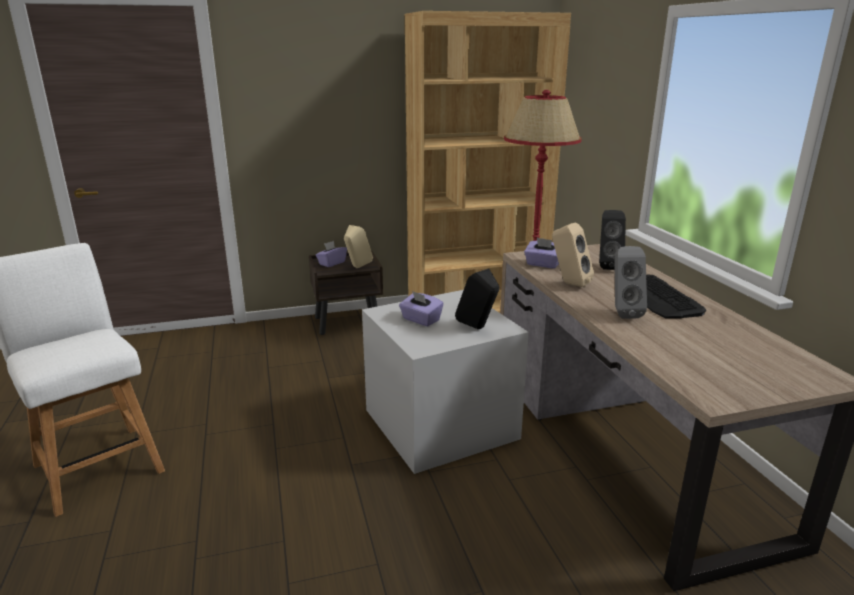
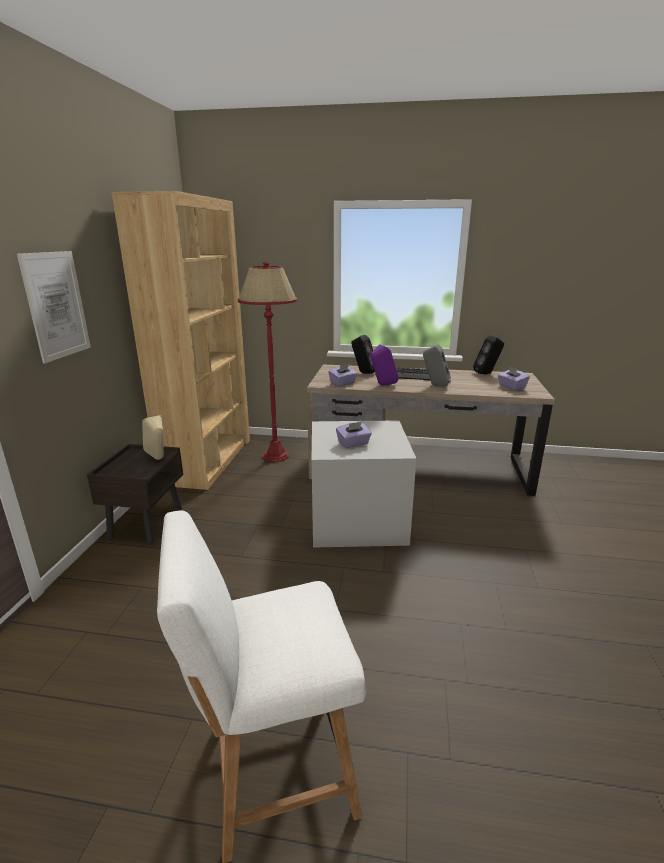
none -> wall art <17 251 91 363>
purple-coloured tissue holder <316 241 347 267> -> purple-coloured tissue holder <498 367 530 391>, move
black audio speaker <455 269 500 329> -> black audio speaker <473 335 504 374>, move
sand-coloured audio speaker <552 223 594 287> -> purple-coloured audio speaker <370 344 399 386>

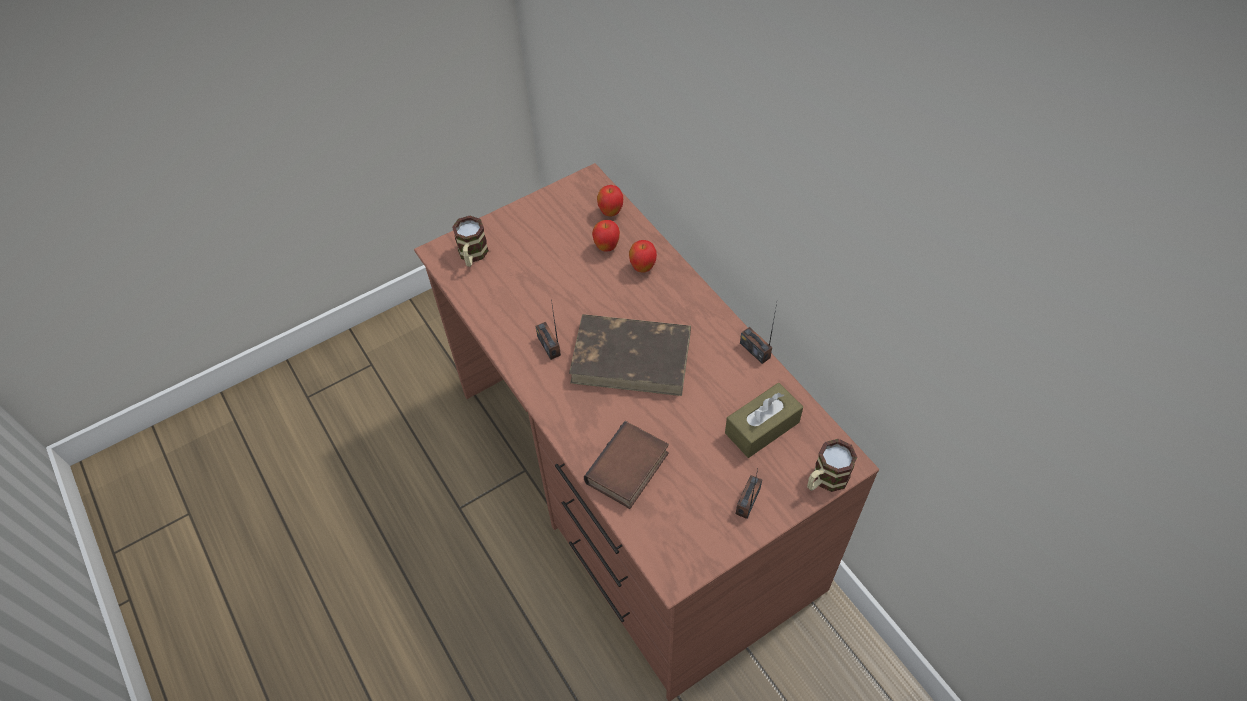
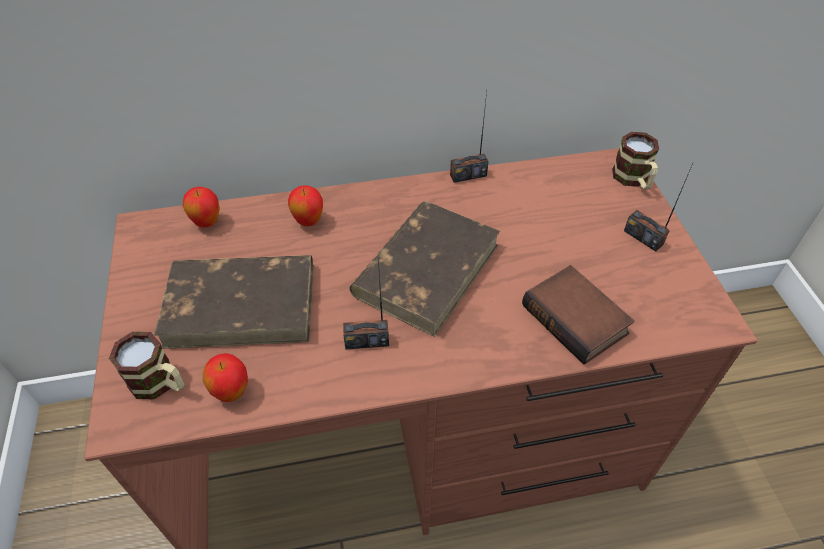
brownish tissue holder <725 383 803 458> -> none
none -> brownish bound book <154 255 313 349>
whole apple <592 220 620 252> -> whole apple <203 353 248 402>, move

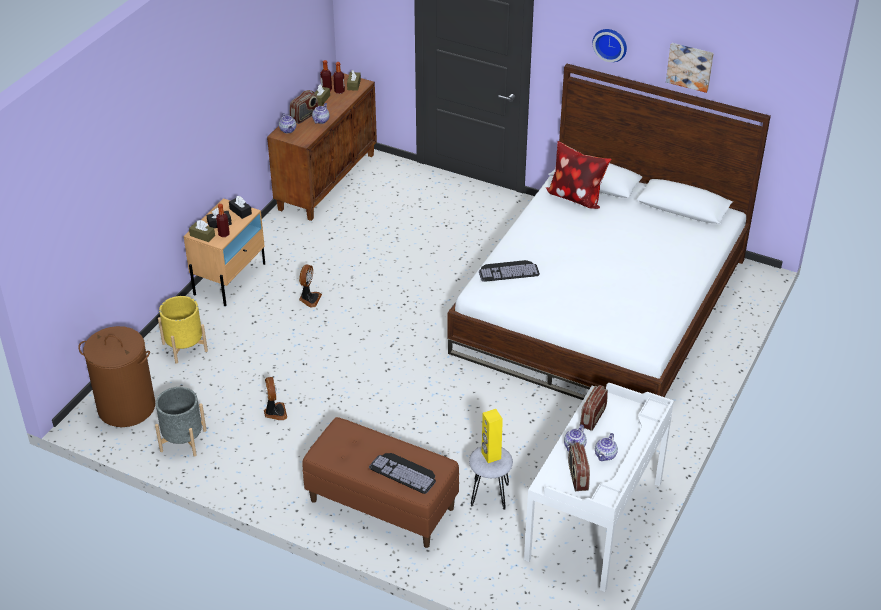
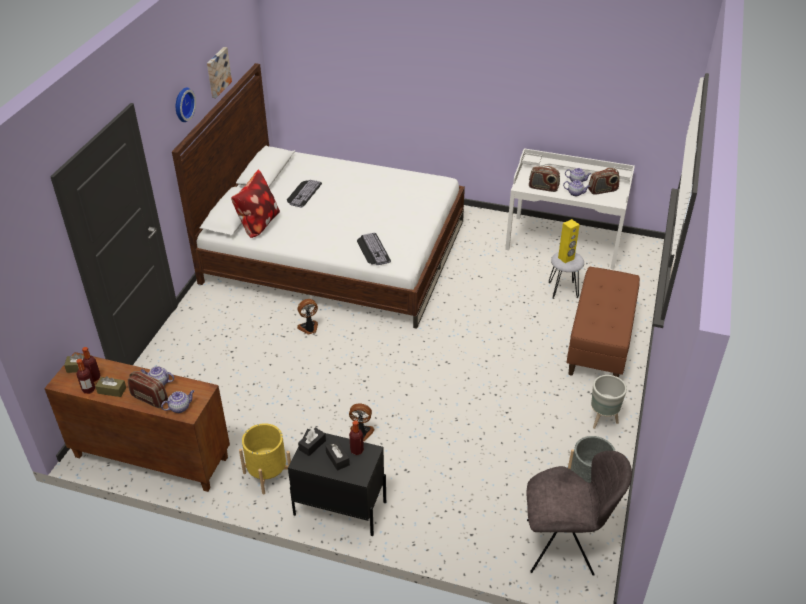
brownish tissue holder <189 220 215 242> -> none
none -> grey plant pot <591 375 627 429>
yellow plant pot <158 296 208 364> -> yellow plant pot <239 423 291 494>, move
electric fan <264 377 287 420> -> electric fan <297 299 318 335>, move
computer keyboard <369 453 436 494> -> computer keyboard <287 180 322 208>, move
brownish washing basket <78 326 155 427> -> grey upright chair <527 451 632 576>
sand-coloured night table <184 198 265 306> -> black night table <288 429 386 536>

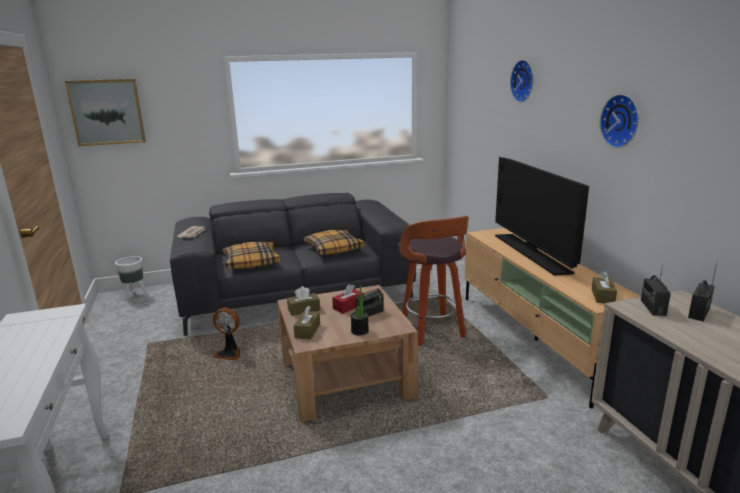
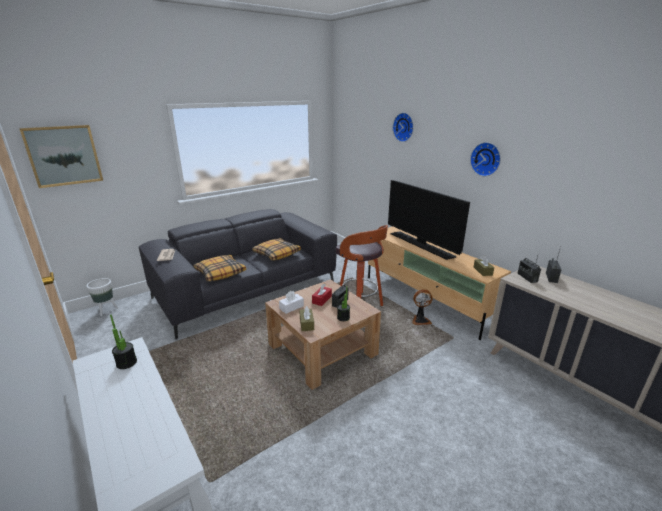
none -> potted plant <110 315 137 369>
electric fan <213 308 241 360> -> electric fan <412 289 432 325>, move
brownish tissue holder <287 286 320 316> -> white tissue holder <279 291 304 314>

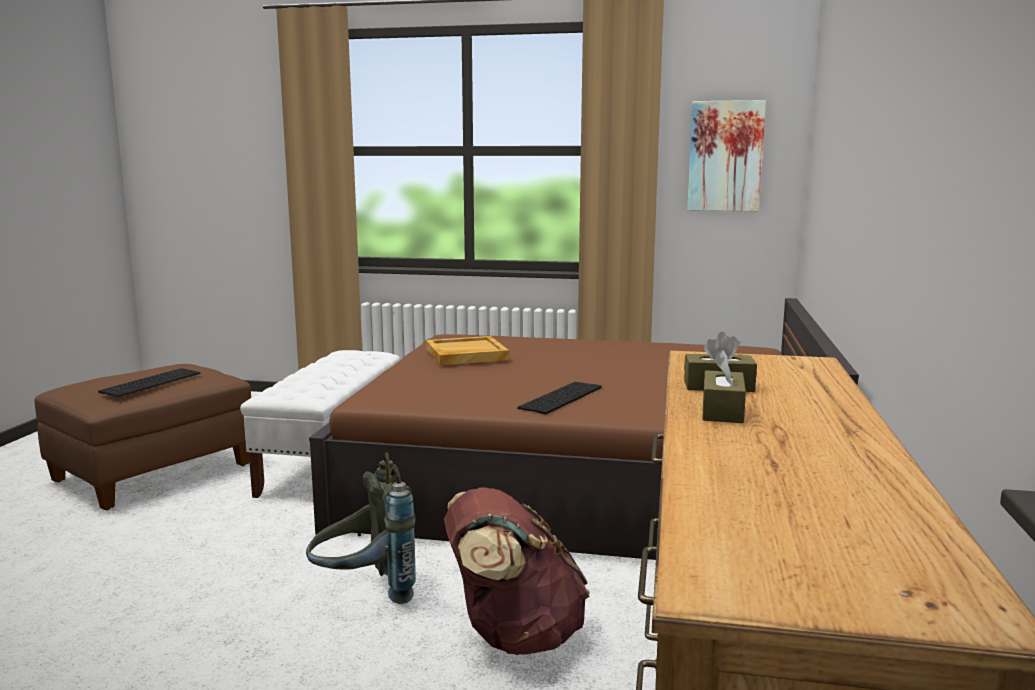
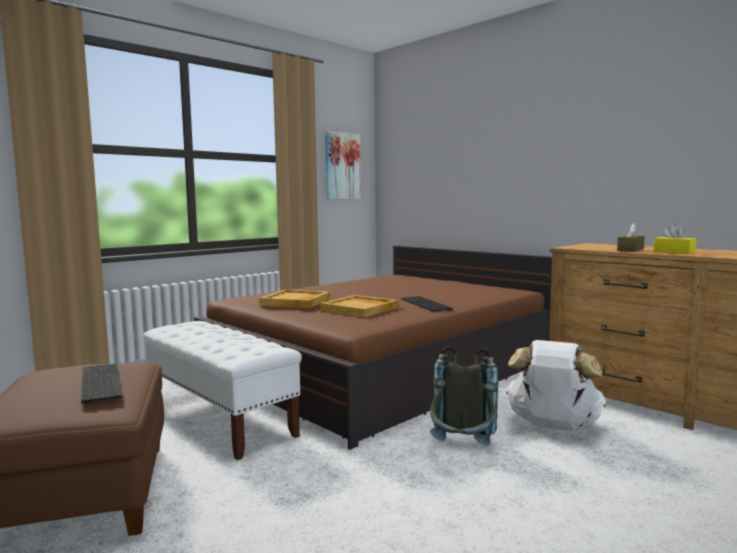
none -> sand-coloured serving tray <320 295 398 318>
brownish backpack <444 488 590 655> -> white backpack <506 340 606 430>
brownish tissue holder <702 350 746 423> -> yellow tissue holder <653 224 696 254>

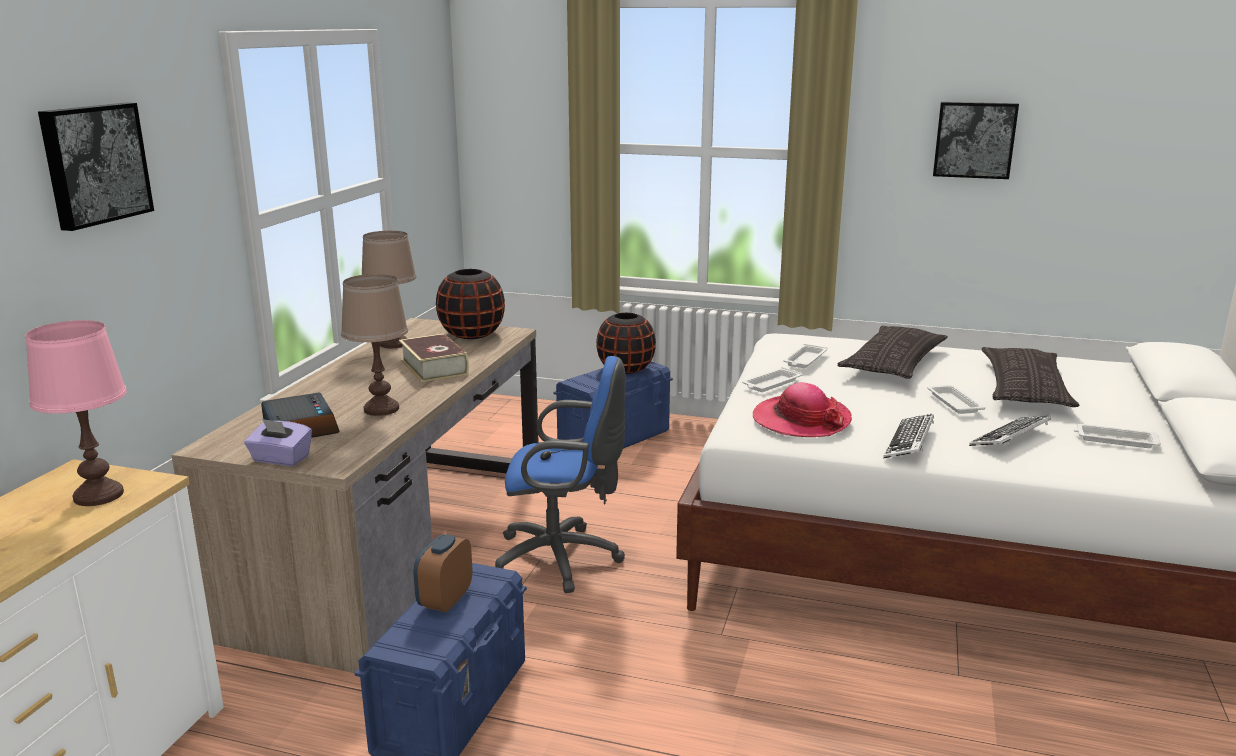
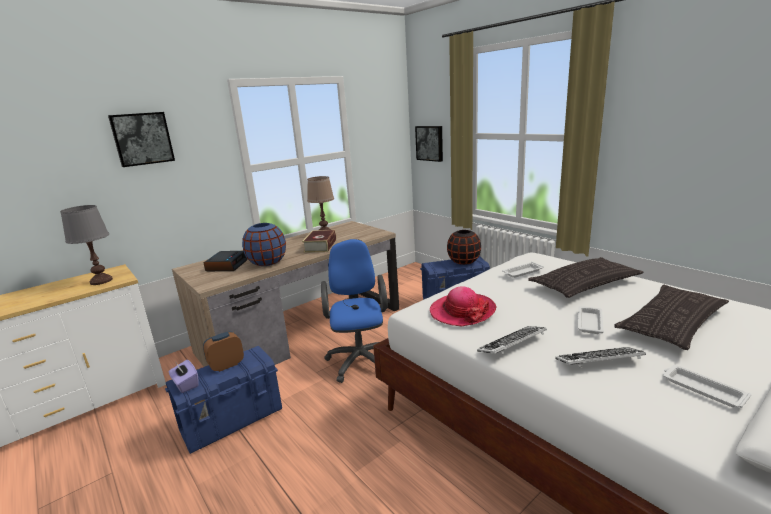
black decorative vase <436 269 505 339> -> none
white serving tray <742 367 803 392> -> none
purple-coloured tissue holder <244 419 312 466> -> purple-coloured tissue holder <168 360 199 393>, move
wall art <933 102 1019 179> -> wall art <415 126 443 162>, move
brownish lamp for a table <341 274 408 416> -> bluish decorative vase <242 223 286 266>
pink lamp for a table <25 320 127 506> -> grey lamp for a table <60 205 113 285>
bluish desk chair <495 356 626 593> -> bluish desk chair <321 239 388 383>, 135 degrees counterclockwise

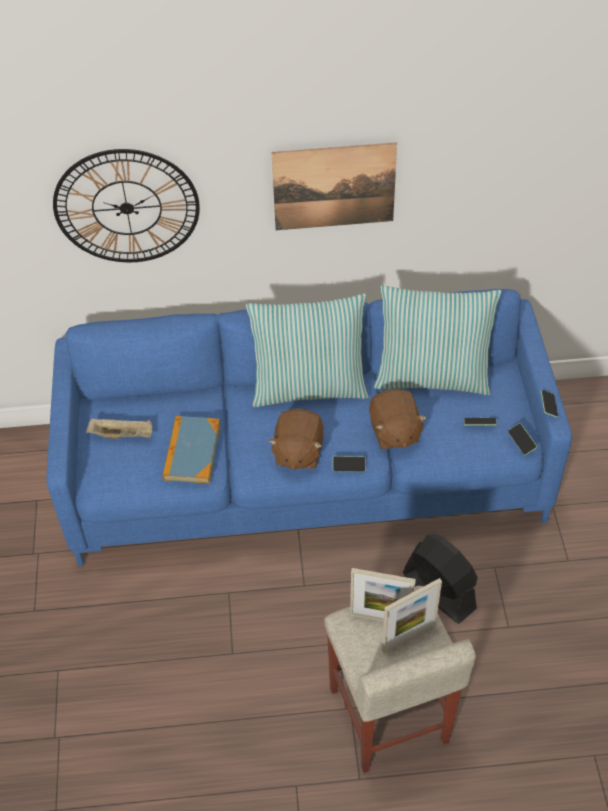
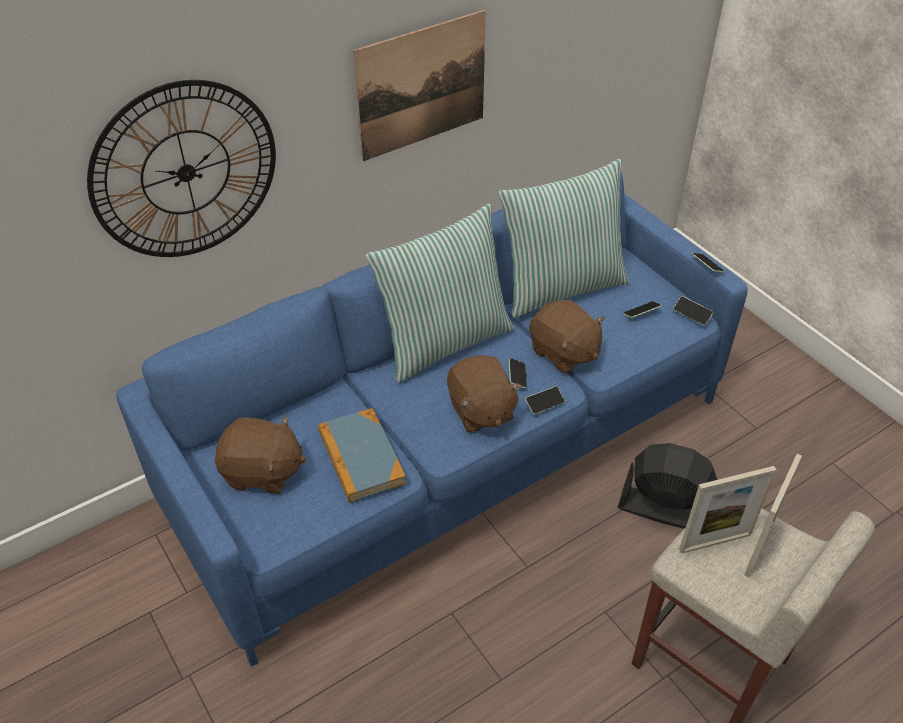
none -> telephone <509 358 527 389>
sand-coloured serving tray <86 418 152 439> -> brownish soft toy <215 416 306 494>

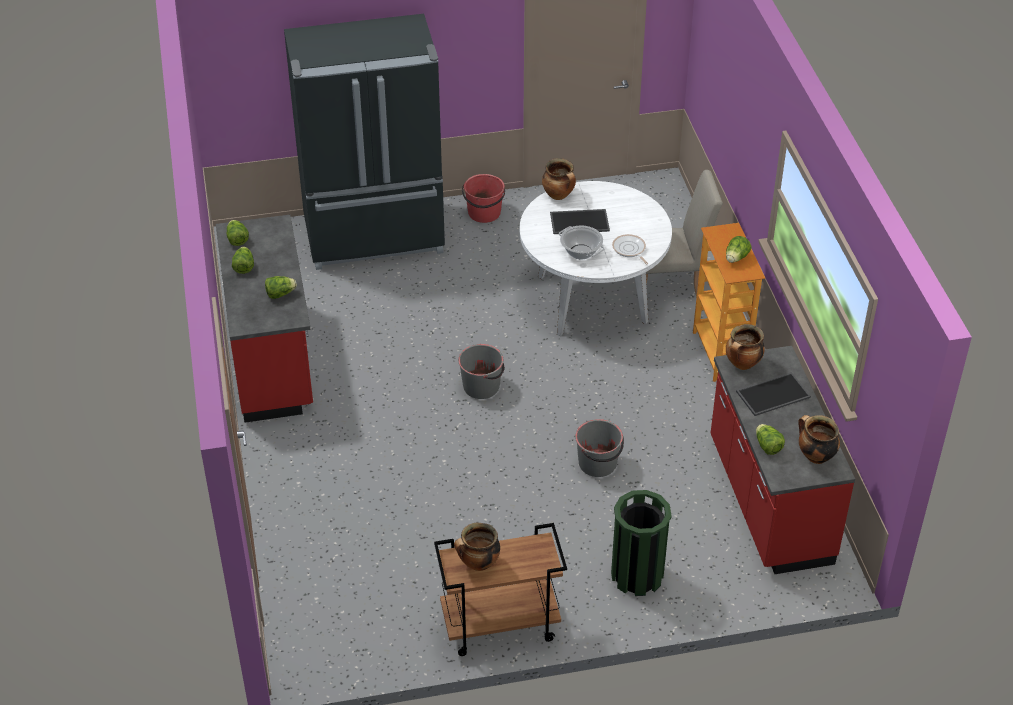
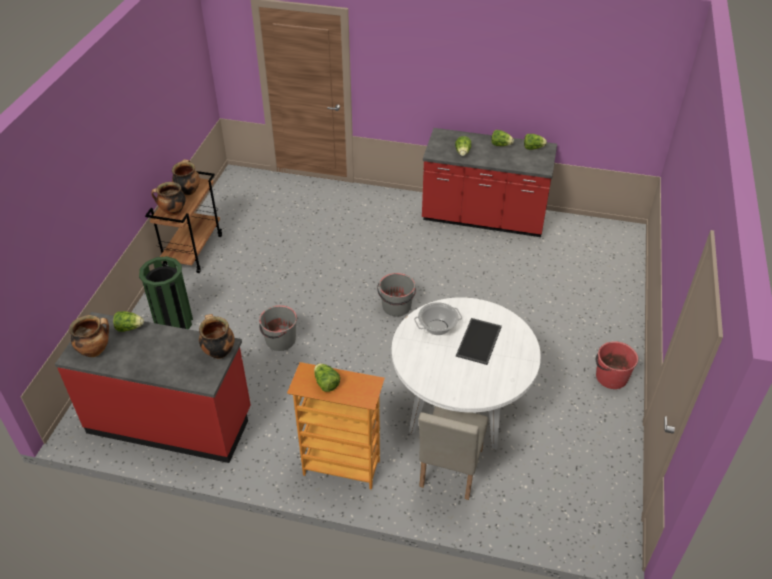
black kitchen fridge <284 14 445 270> -> none
pan <612 234 648 264> -> none
serving tray <736 372 811 416> -> none
stockpot <542 158 576 200> -> stockpot <151 182 186 216>, move

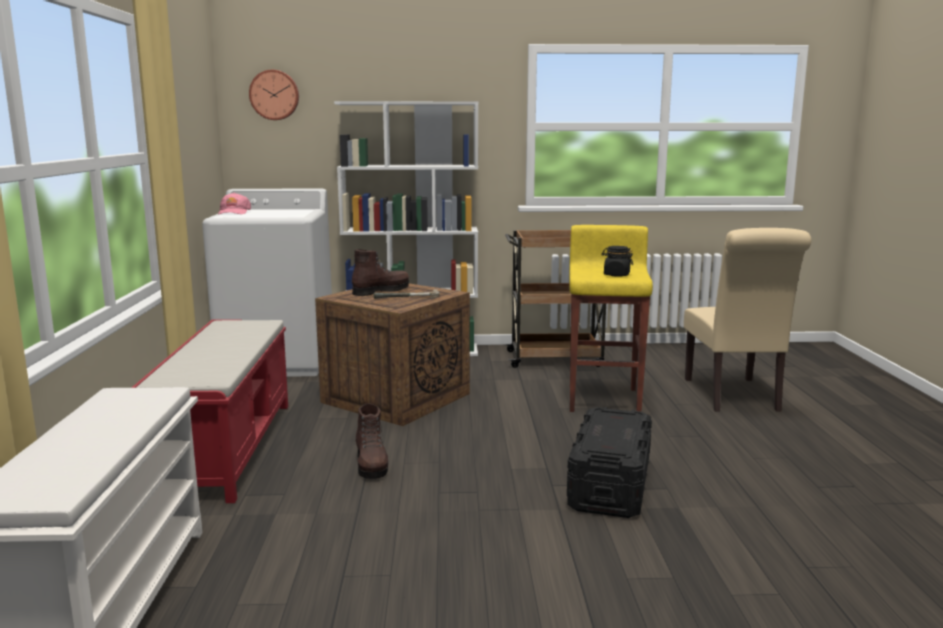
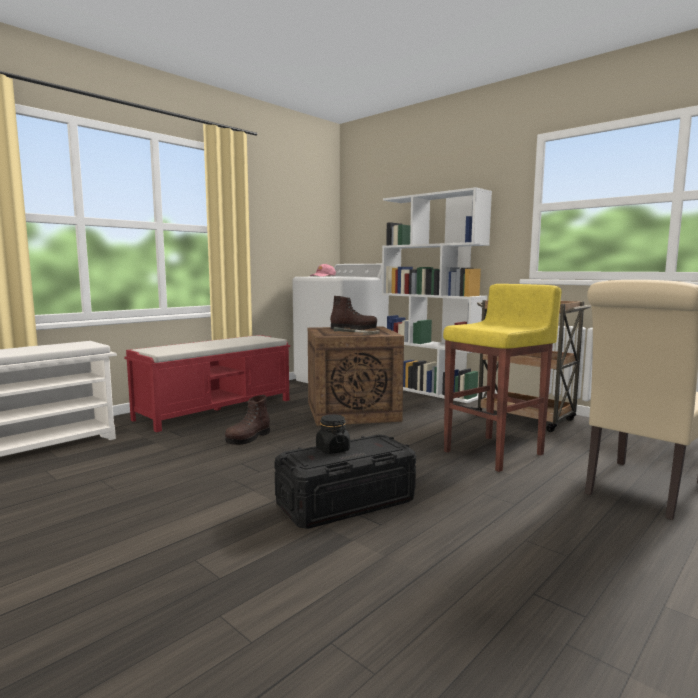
clock on the wall <249 70 299 120> -> none
black jar <601 246 633 277> -> black jar <316 414 350 454>, move

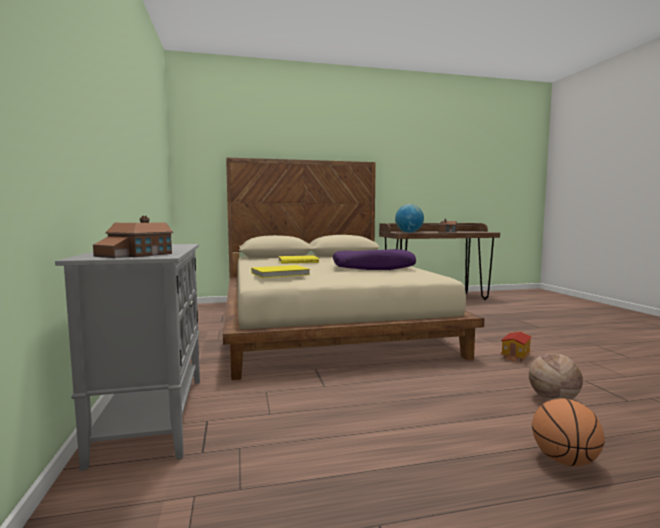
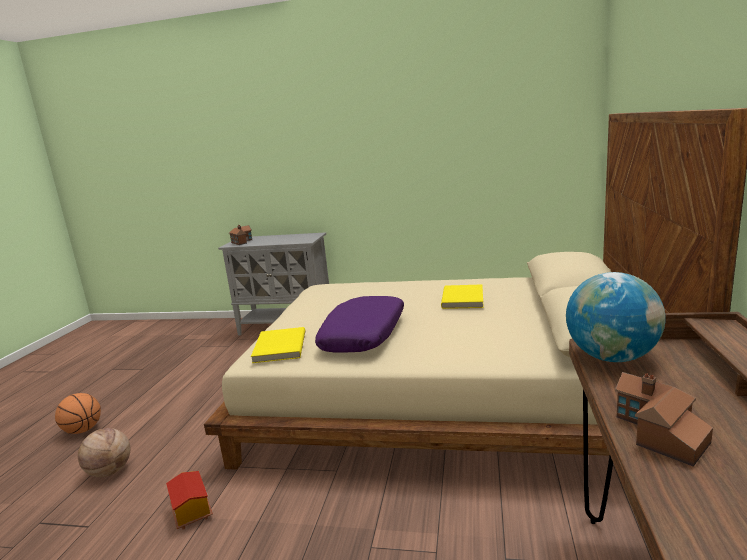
yellow bound book <251 265 310 278> -> yellow bound book <251 327 305 363>, move

